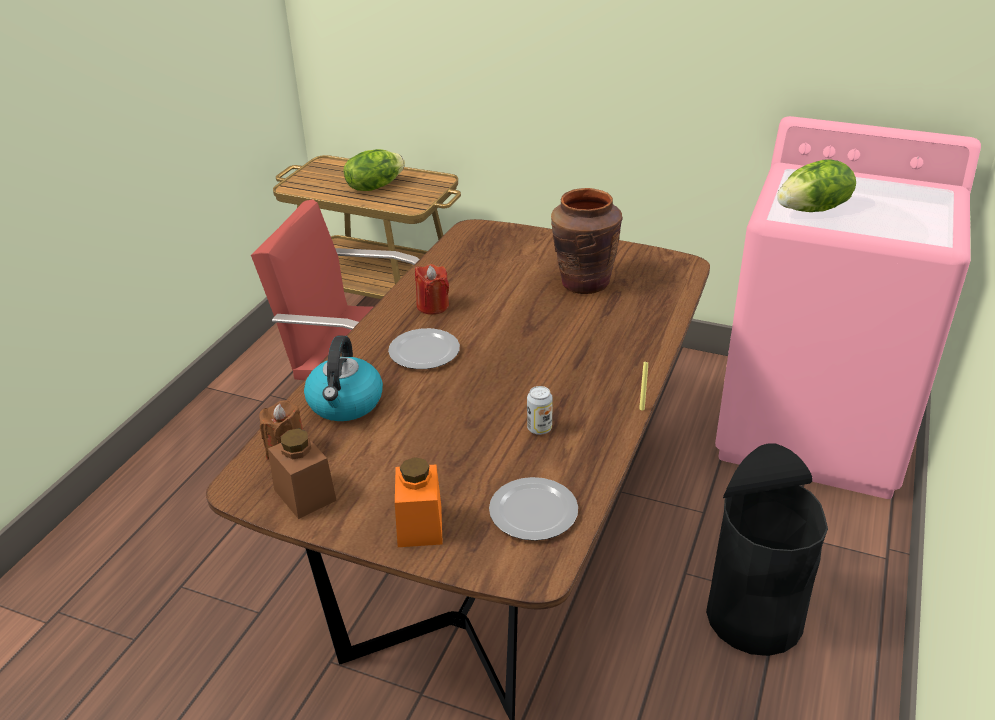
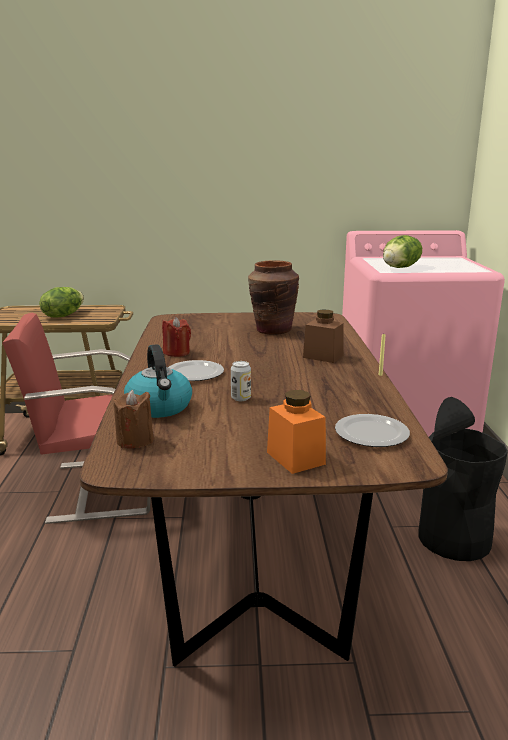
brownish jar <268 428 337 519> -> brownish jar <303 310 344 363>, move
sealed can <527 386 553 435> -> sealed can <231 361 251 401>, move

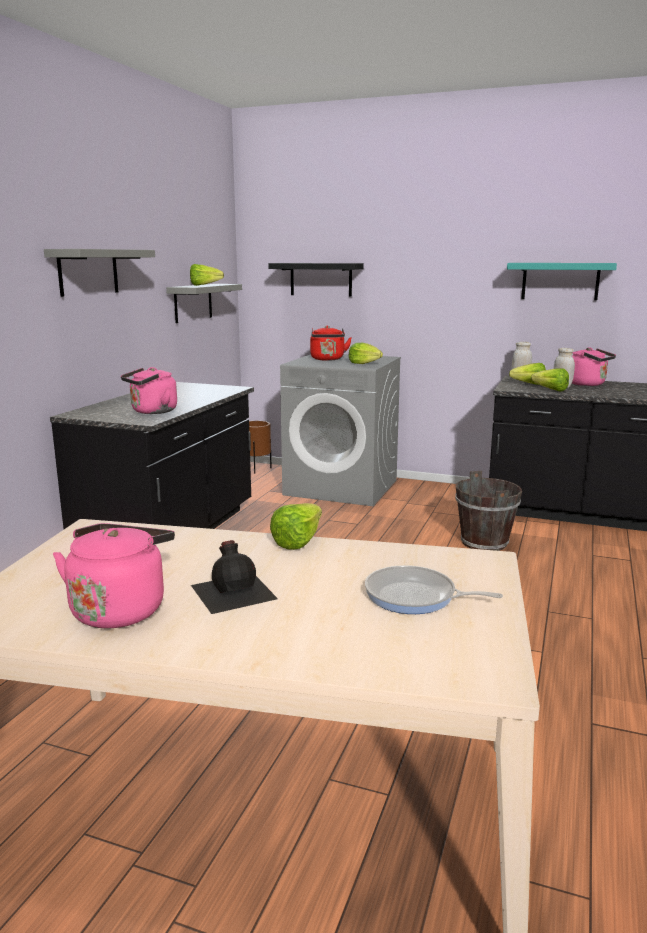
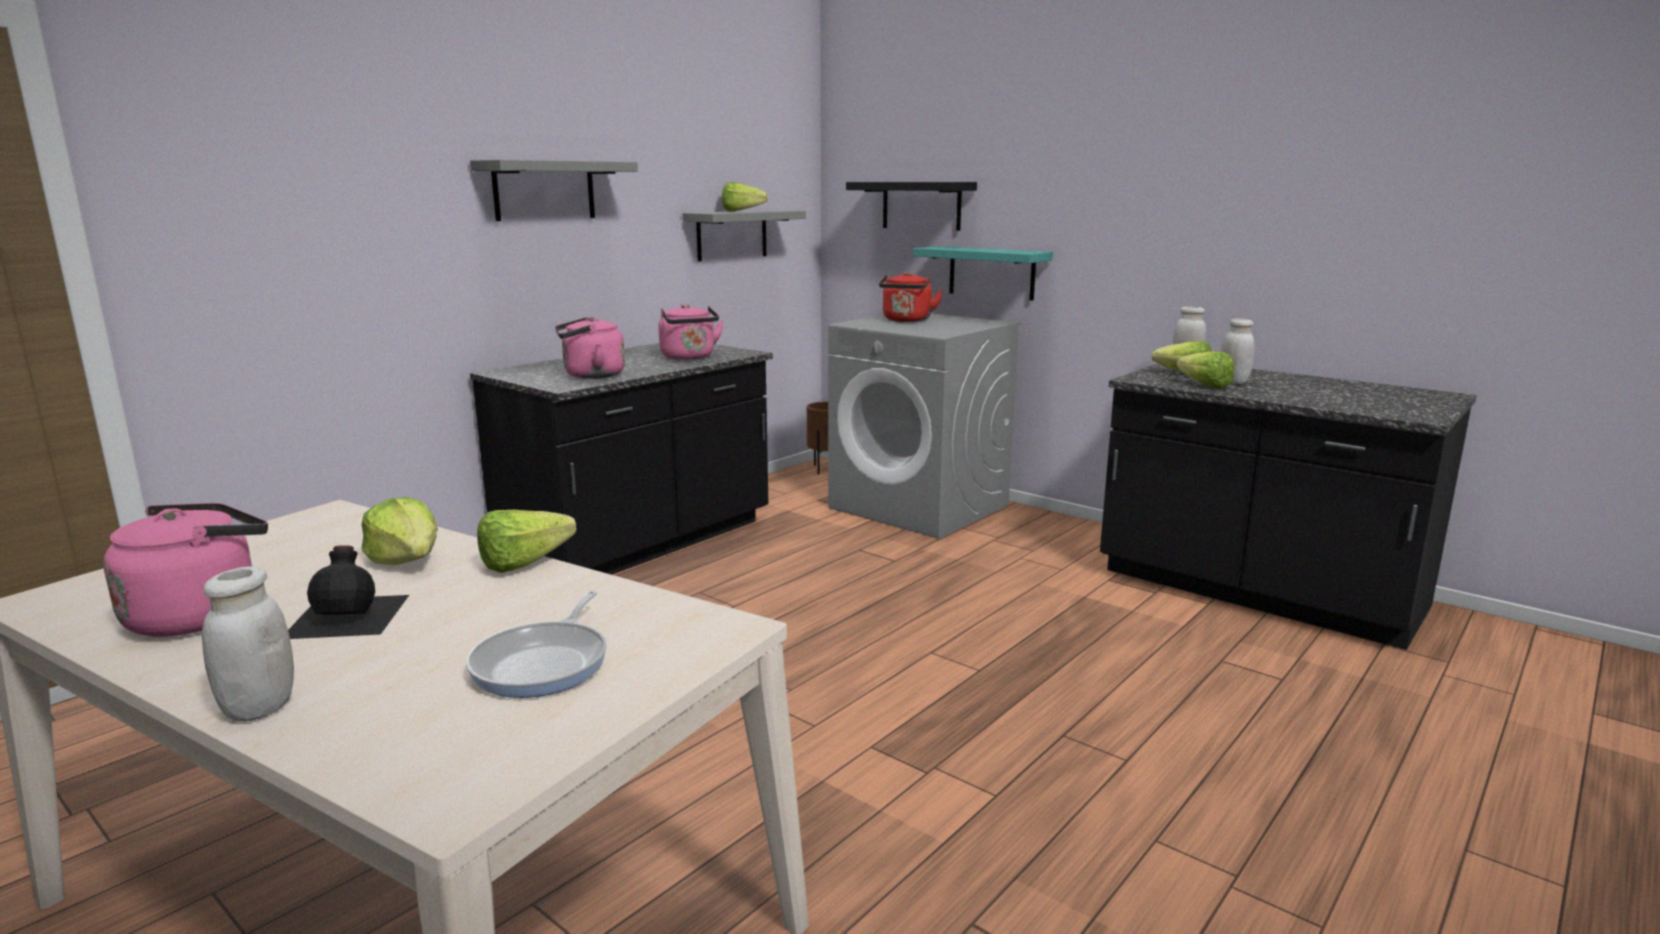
brownish pail <455 471 522 551> -> none
none -> white jar <202 567 294 722>
head of lettuce <349 343 383 364> -> head of lettuce <361 497 438 565>, move
blue-green shelf <507 263 617 300> -> blue-green shelf <913 246 1053 301>, move
pink tea kettle <572 348 616 386> -> pink tea kettle <658 304 723 360>, move
pan <365 565 503 614> -> pan <466 591 607 698>, 120 degrees counterclockwise

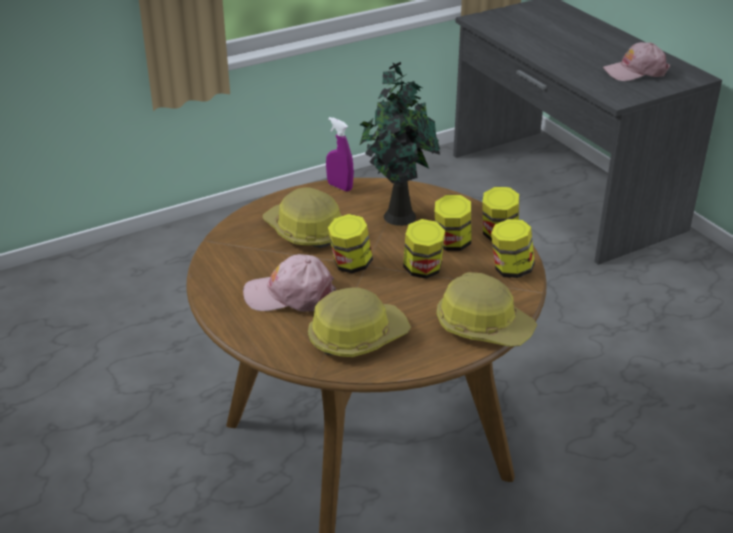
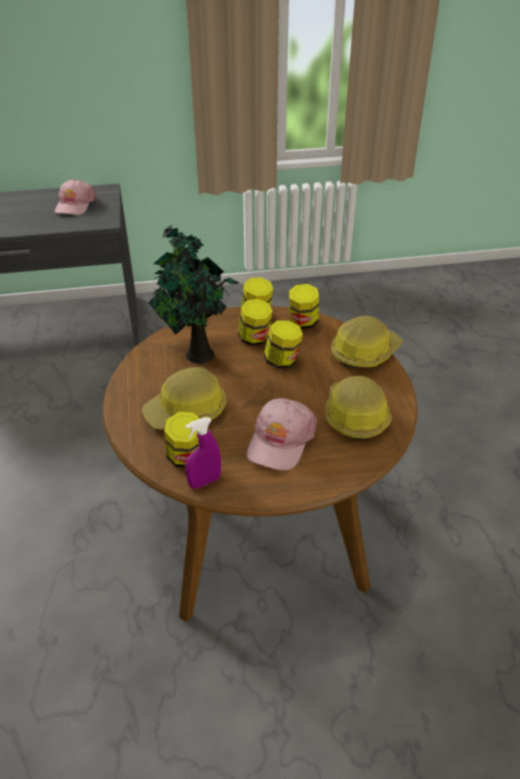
purple-coloured hand sprayer <326 117 354 191> -> purple-coloured hand sprayer <185 417 221 489>, move
jar <328 214 373 273> -> jar <164 412 200 468>, move

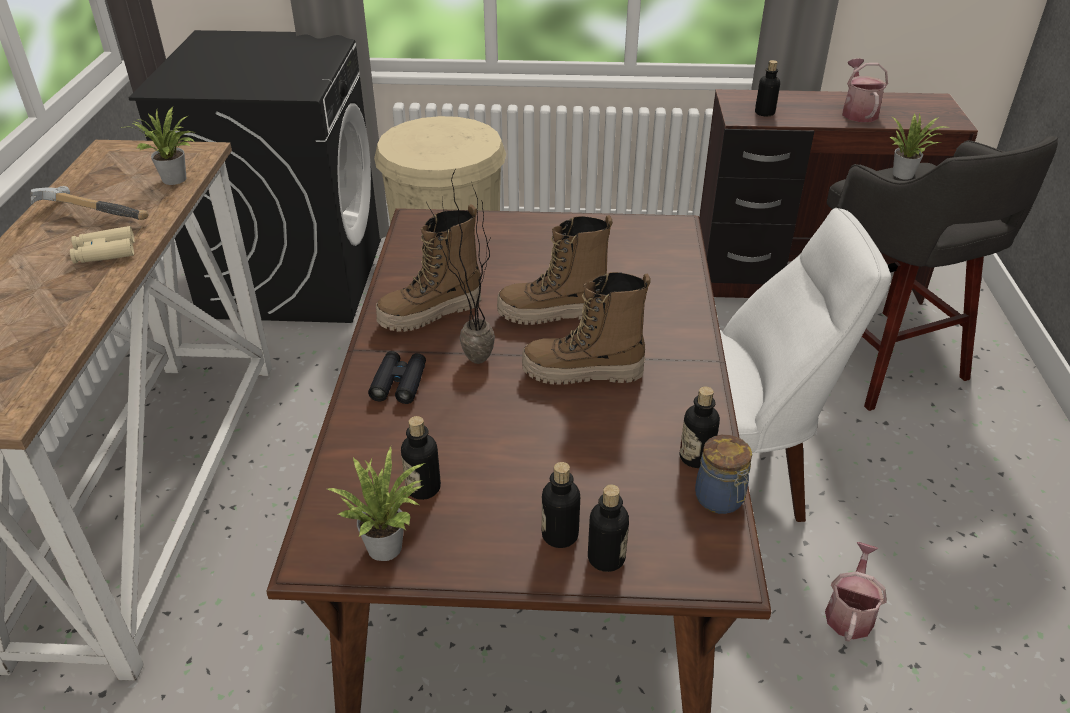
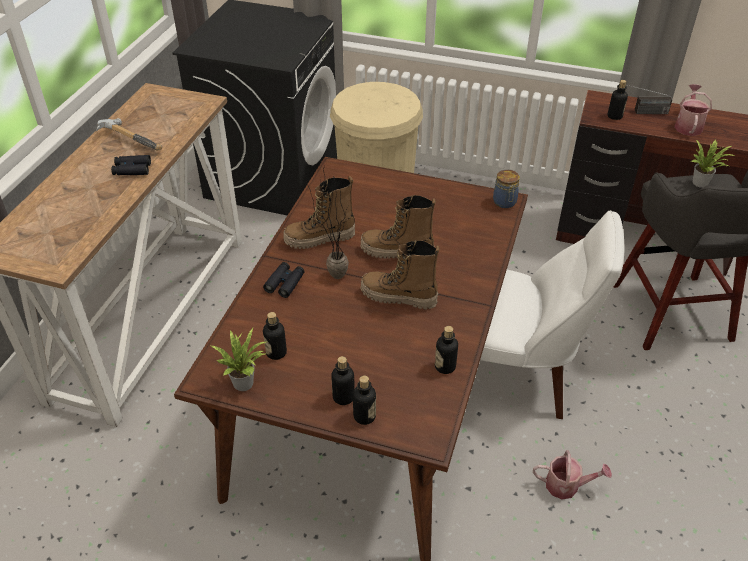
potted plant <121 107 195 185> -> none
none -> radio <627 85 672 114>
jar <695 435 752 514> -> jar <493 170 520 208>, move
sand-coloured field glasses <70 226 135 263> -> black field glasses <111 155 151 175>
sprinkling can <825 542 887 642> -> sprinkling can <533 450 612 499>, 60 degrees clockwise

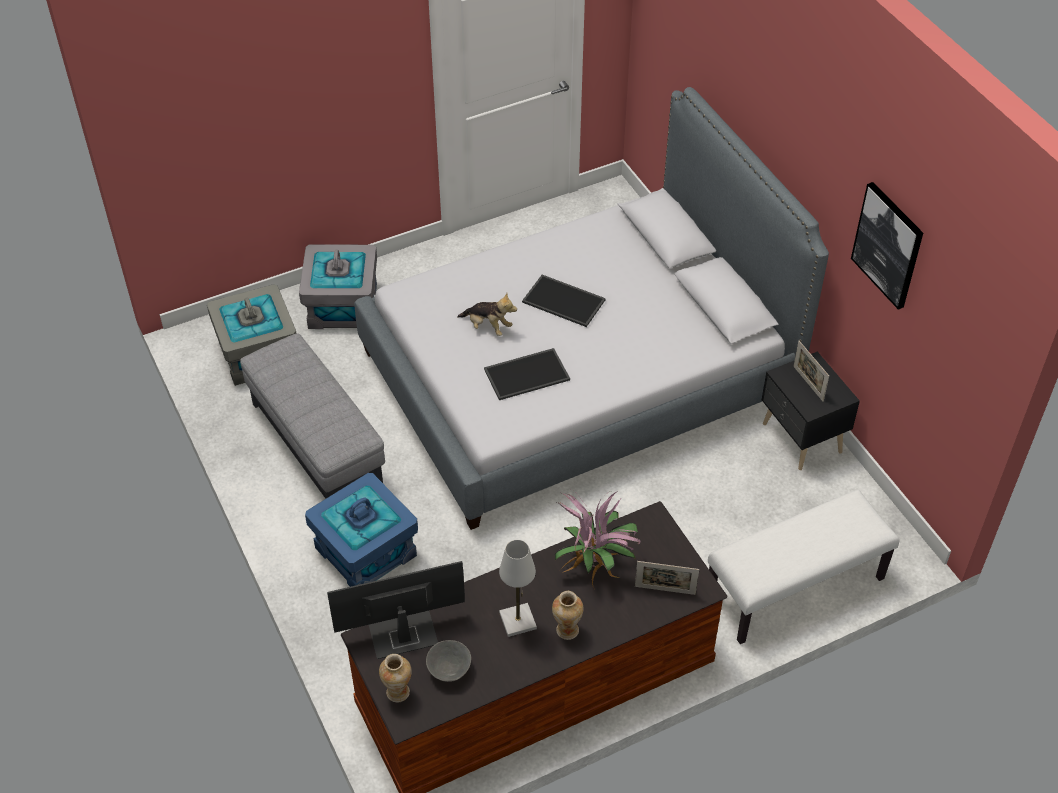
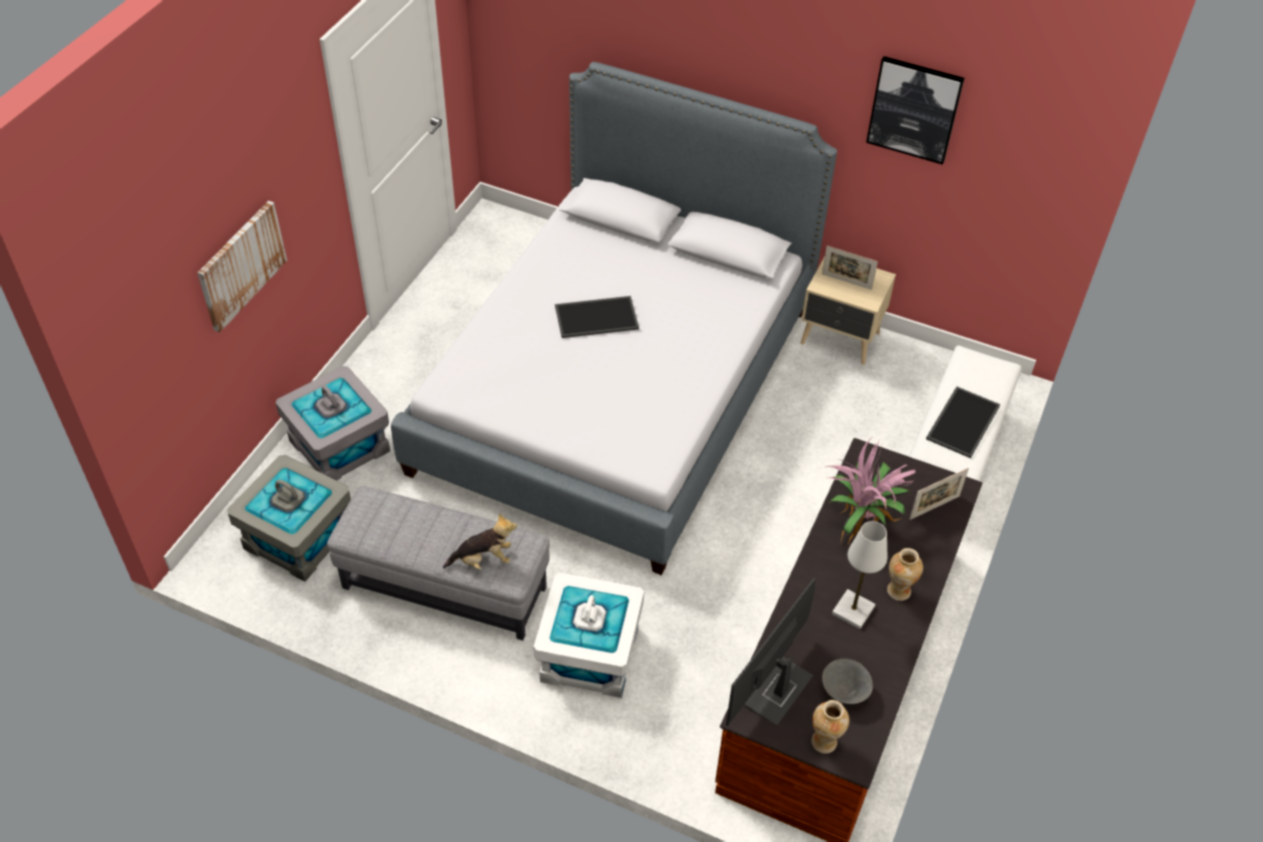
none -> wall art <197 201 287 333>
soft toy <457 293 517 336> -> soft toy <443 513 517 570>, move
serving tray <484 348 570 400> -> serving tray <926 387 1001 458>, move
bluish storage box <305 473 418 587> -> white storage box <534 572 644 698>
black night table <762 351 860 470> -> sand-coloured night table <801 257 896 365>

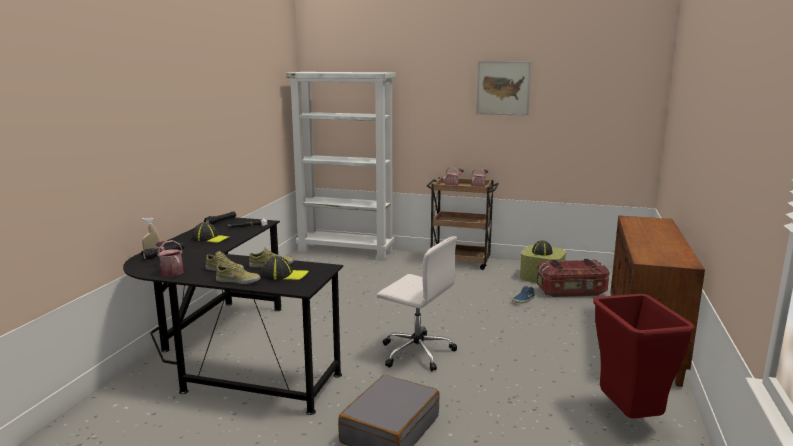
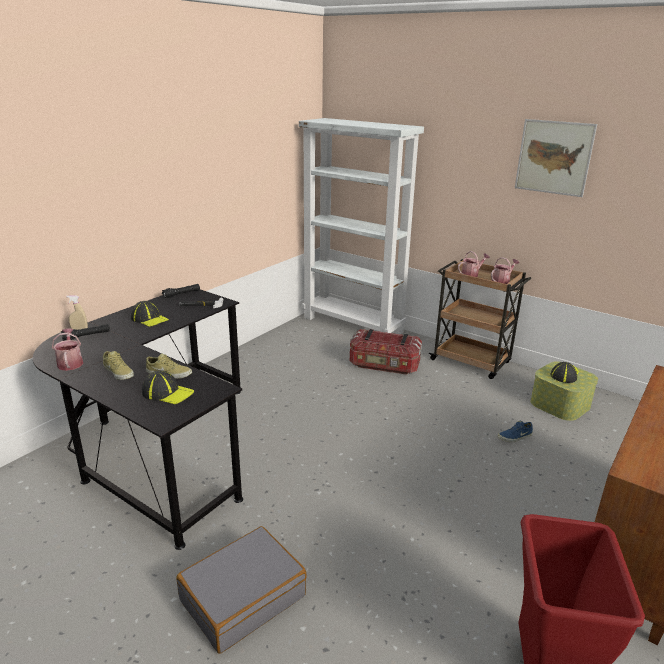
sand-coloured item of footwear <216 261 261 284> -> none
white desk chair <377 236 457 371> -> none
storage box <537 259 610 297> -> storage box <350 329 422 375>, move

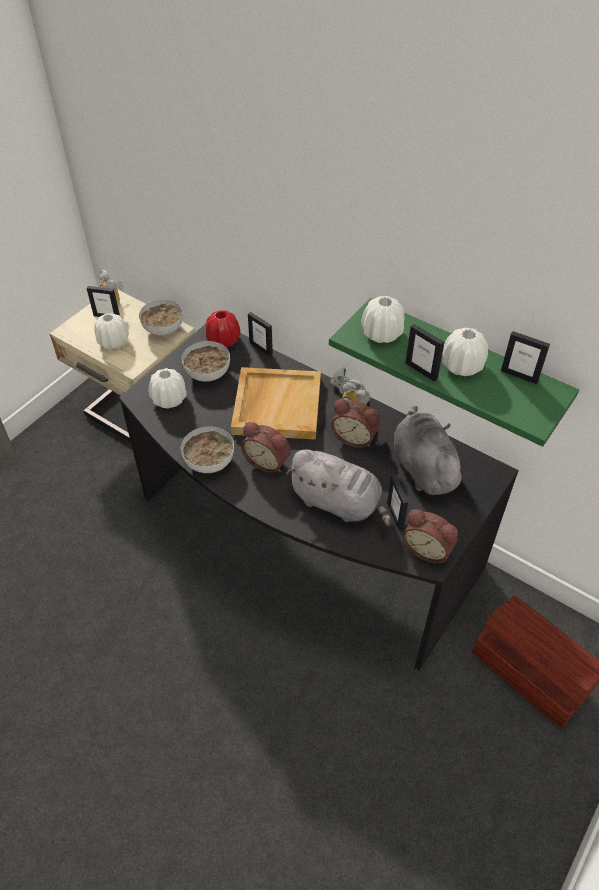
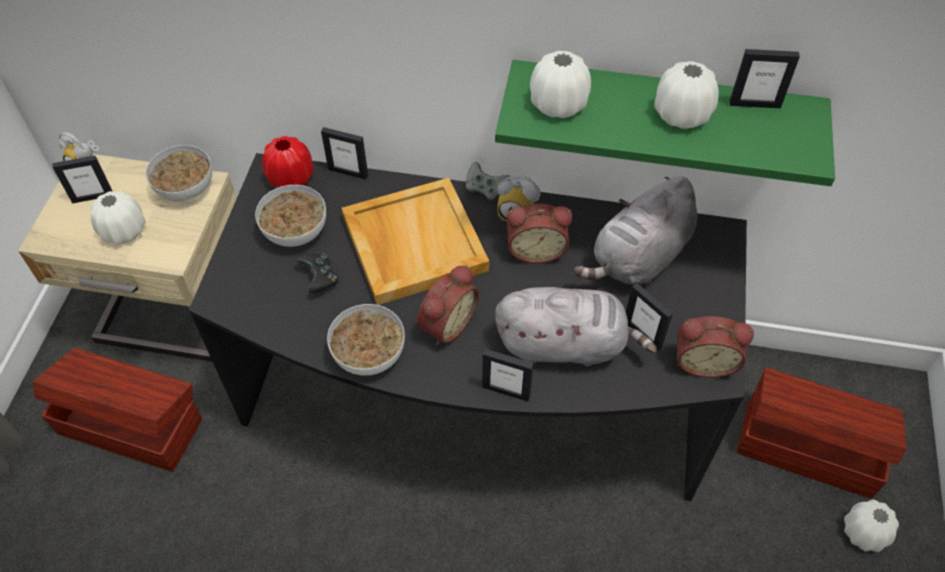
none -> brownish storage box <33 348 202 472>
none -> black gamepad <295 254 339 293>
white decorative vase <149 368 187 408> -> white decorative vase <844 500 899 552>, move
photo frame <405 324 444 382> -> photo frame <482 349 534 401>, move
alarm clock <241 422 291 473> -> alarm clock <417 265 479 346>, 60 degrees counterclockwise
grey soft toy <394 406 469 495> -> grey soft toy <574 177 697 285>, 90 degrees counterclockwise

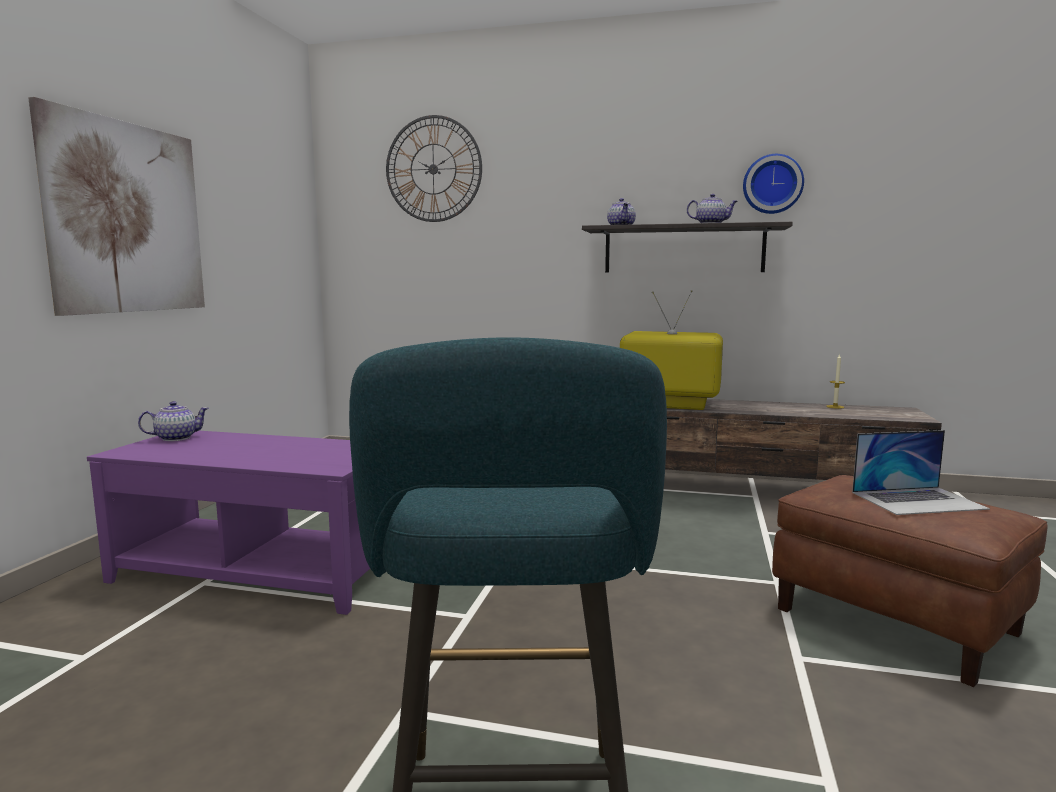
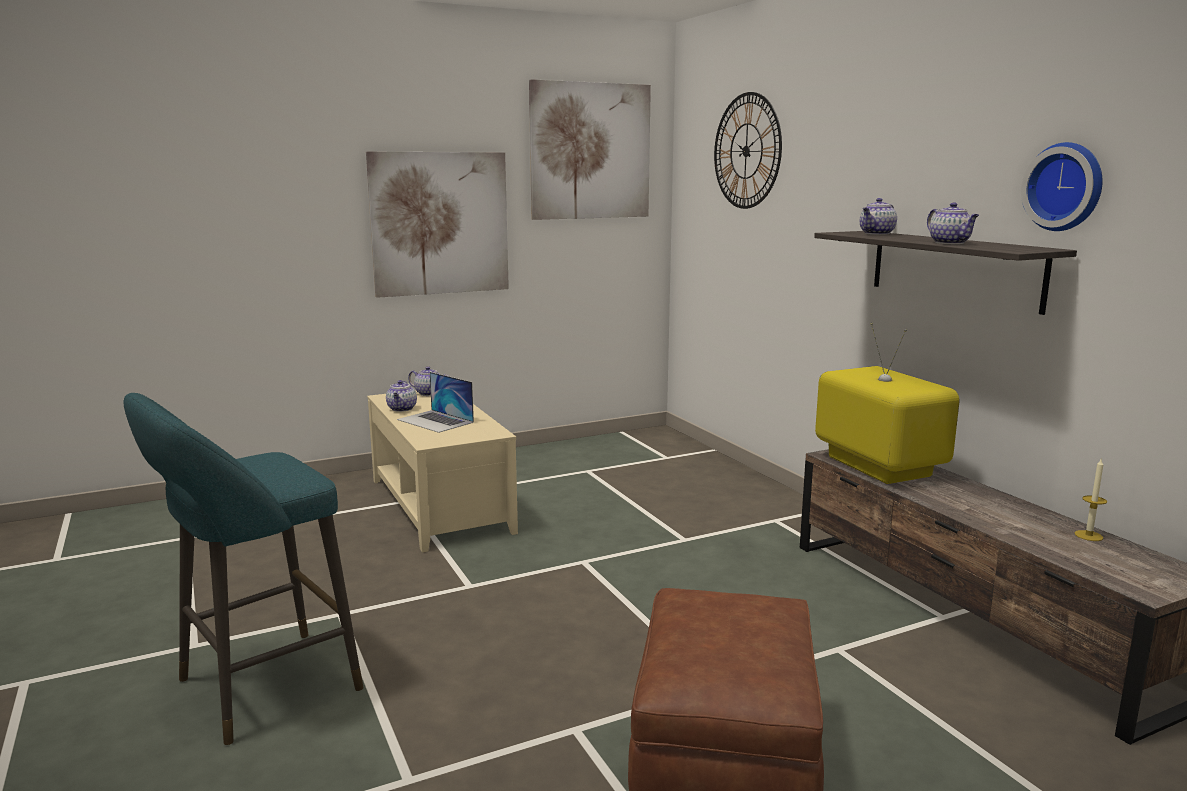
none -> pot for tea <386 380 417 412>
none -> wall art <529 79 651 220>
laptop <852 430 990 515> -> laptop <397 372 474 433>, move
purple-coloured lounge table <87 431 370 615> -> sand-coloured lounge table <367 390 518 553>

